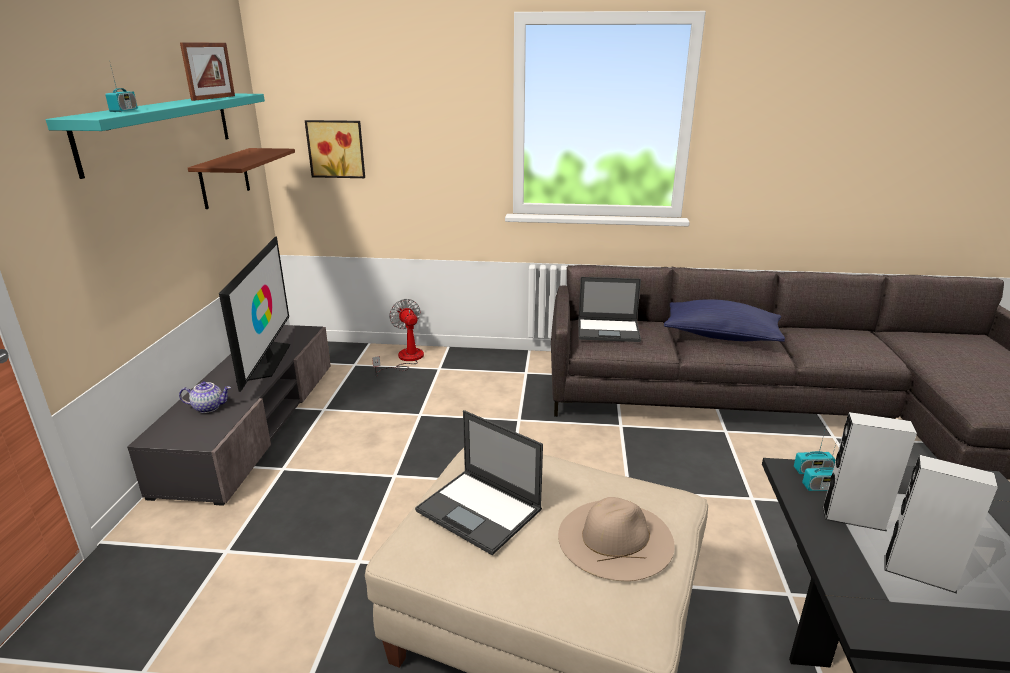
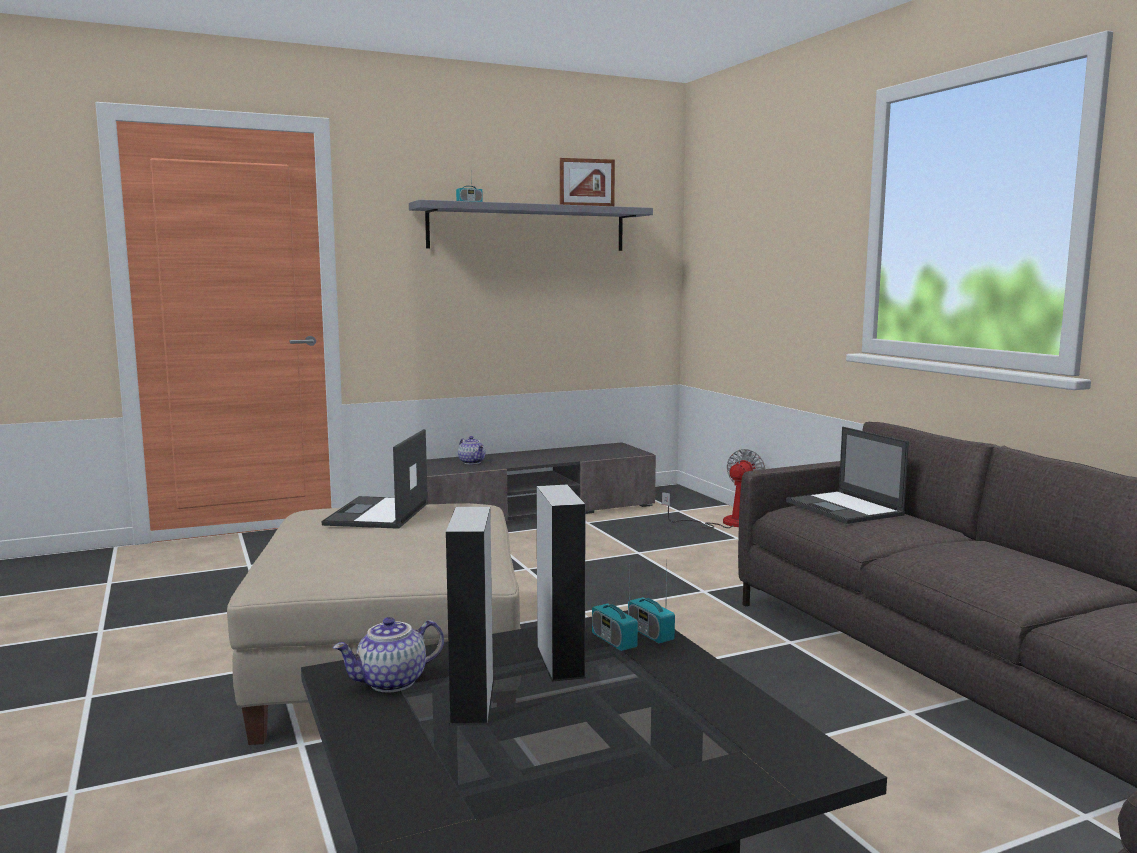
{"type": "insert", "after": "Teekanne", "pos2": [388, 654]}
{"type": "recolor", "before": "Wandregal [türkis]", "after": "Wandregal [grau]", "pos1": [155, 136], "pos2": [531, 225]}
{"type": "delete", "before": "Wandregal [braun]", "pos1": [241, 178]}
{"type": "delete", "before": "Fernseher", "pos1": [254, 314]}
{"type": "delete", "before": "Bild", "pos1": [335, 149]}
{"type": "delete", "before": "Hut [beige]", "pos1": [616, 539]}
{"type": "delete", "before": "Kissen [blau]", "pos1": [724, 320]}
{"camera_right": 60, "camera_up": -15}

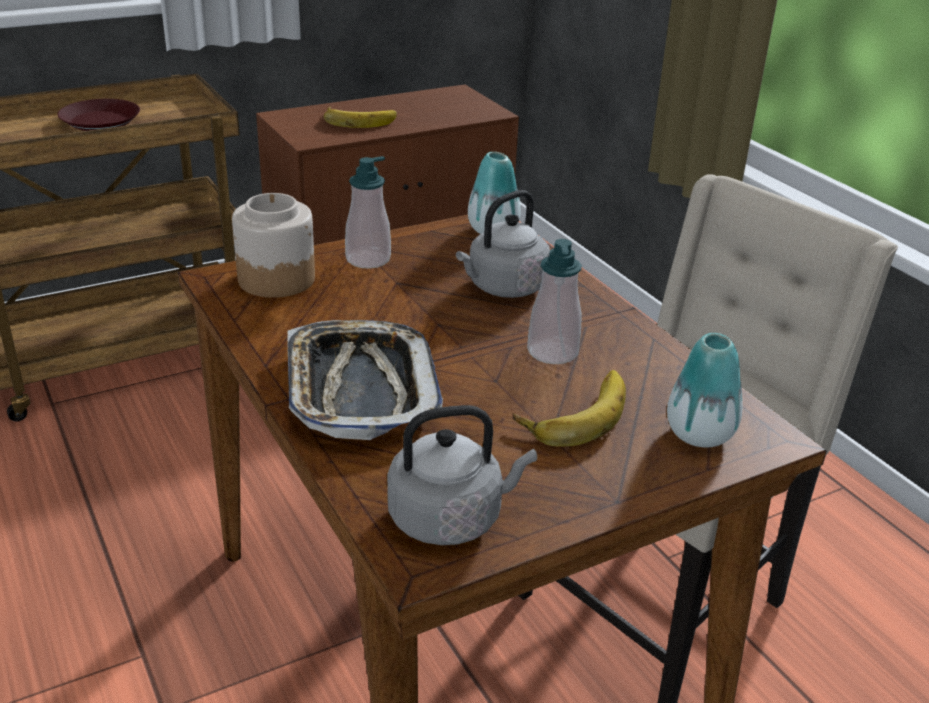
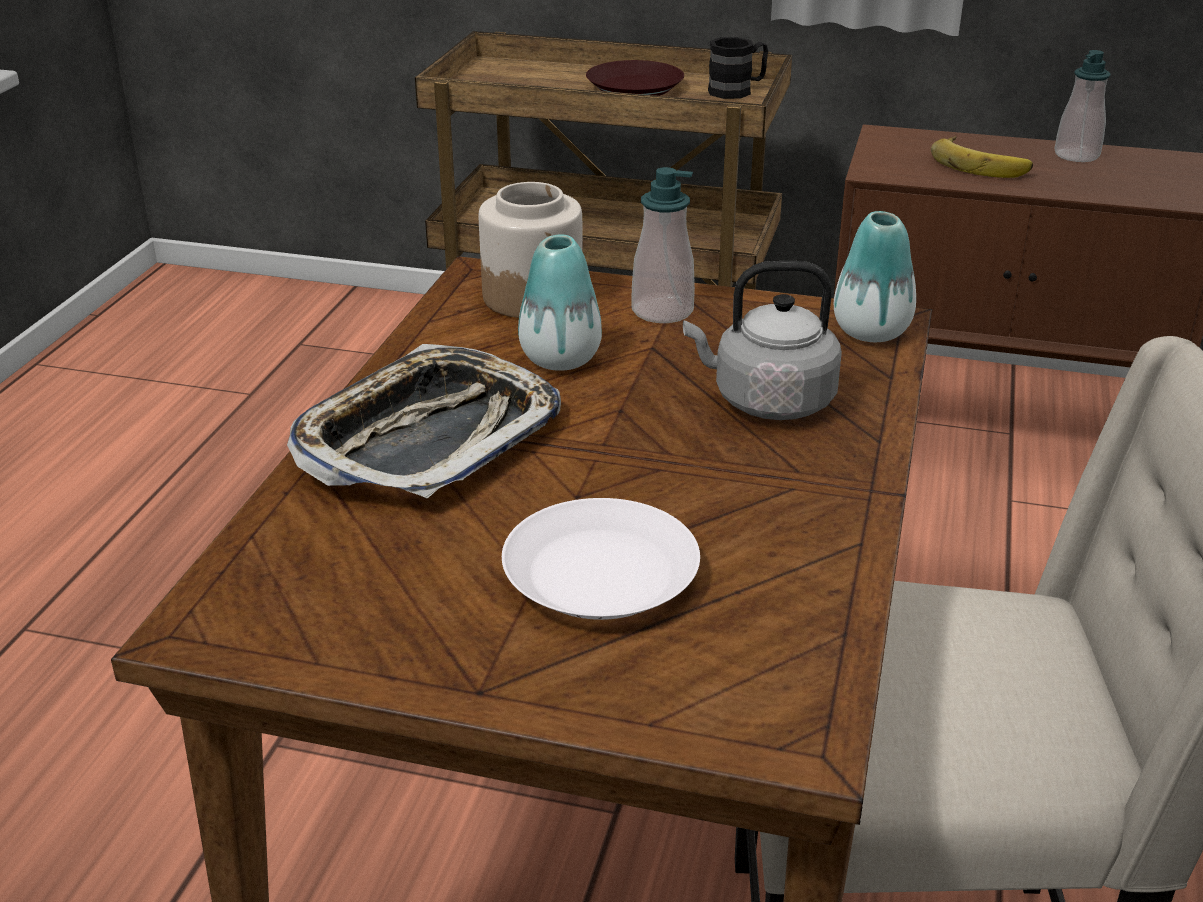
{"type": "replace", "before": "Banane", "after": "Teller [weiß]", "pos1": [569, 408], "pos2": [601, 559]}
{"type": "move", "before": "Vase", "pos1": [705, 390], "pos2": [560, 302]}
{"type": "insert", "after": "Henkelbecher [schwarz]", "pos2": [738, 68]}
{"type": "move", "before": "Seifenspender", "pos1": [554, 301], "pos2": [1083, 106]}
{"type": "delete", "before": "Wasserkessel [grau]", "pos1": [462, 475]}
{"camera_right": 45, "camera_up": 0}

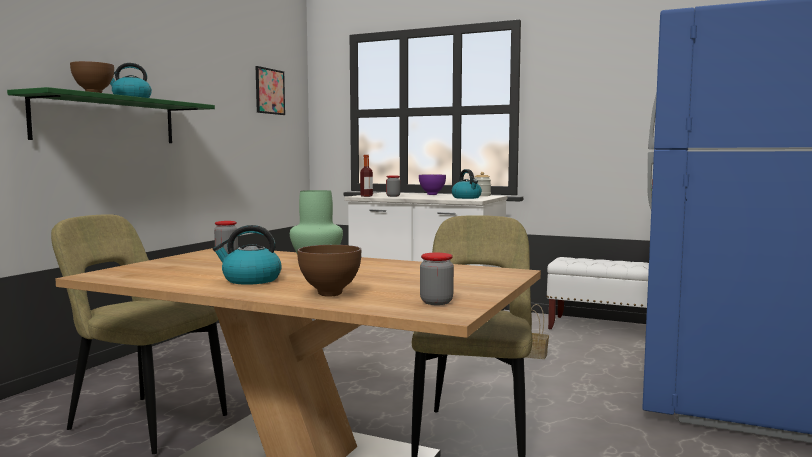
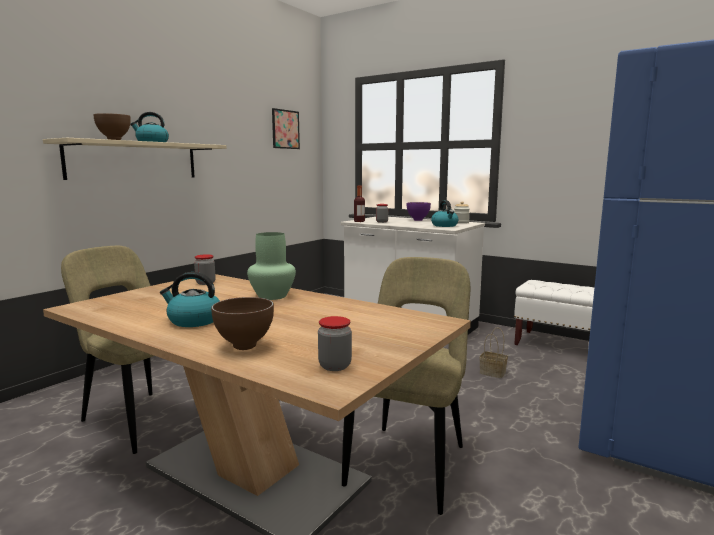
{"type": "recolor", "before": "Wandregal [grün]", "after": "Wandregal [beige]", "pos1": [111, 115], "pos2": [134, 159]}
{"camera_right": 10, "camera_up": 5}

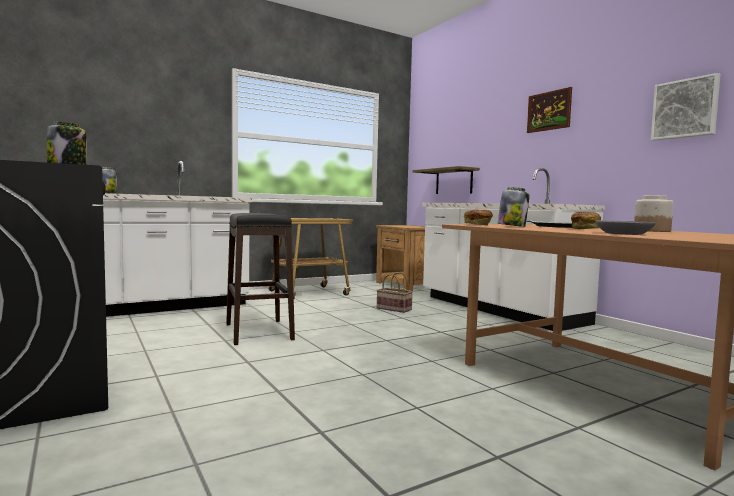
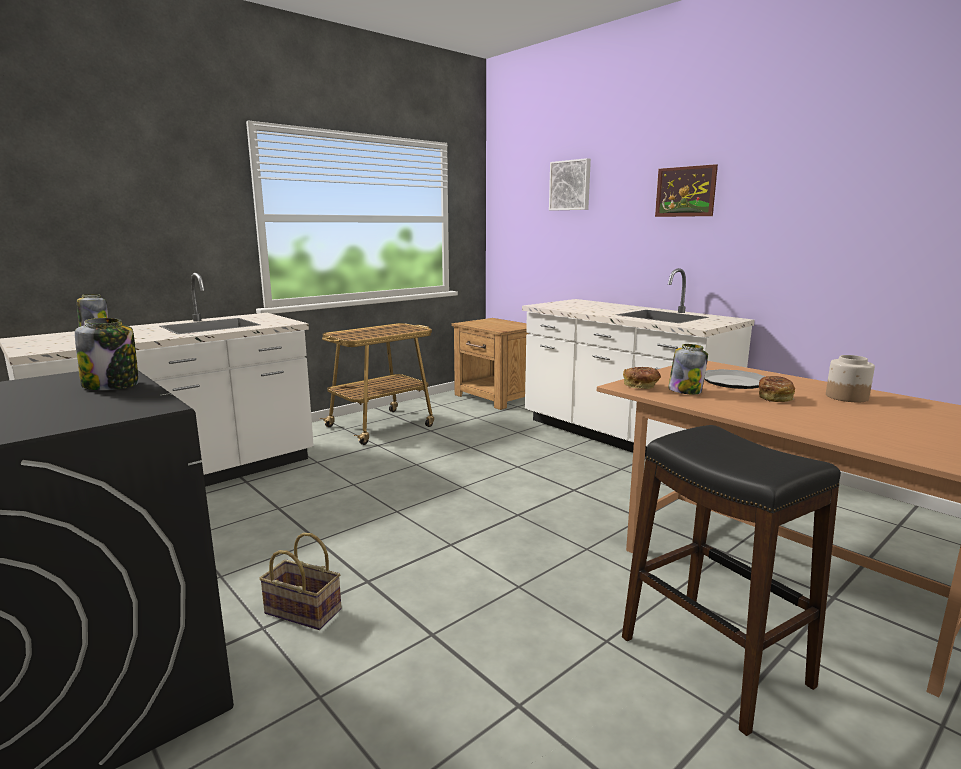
{"type": "move", "before": "Korb", "pos1": [395, 292], "pos2": [300, 581]}
{"type": "move", "before": "Bild", "pos1": [686, 107], "pos2": [570, 184]}
{"type": "move", "before": "Hocker [schwarz]", "pos1": [260, 279], "pos2": [731, 580]}
{"type": "delete", "before": "Wandregal", "pos1": [446, 180]}
{"type": "delete", "before": "Schüssel [grau]", "pos1": [625, 227]}
{"camera_right": -10, "camera_up": 10}

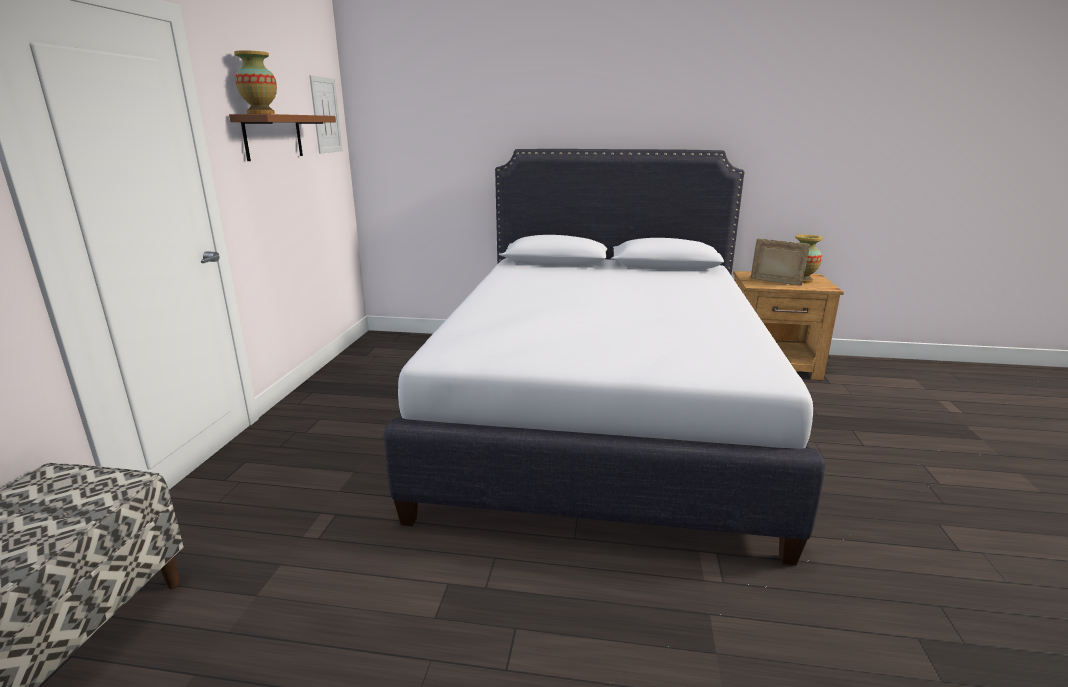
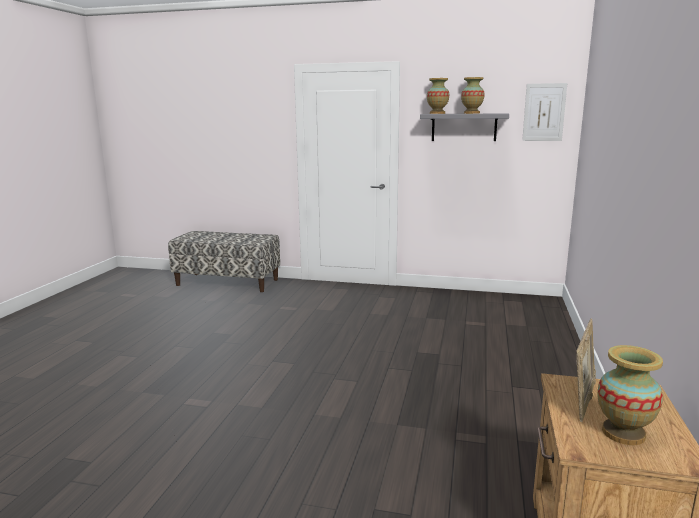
{"type": "recolor", "before": "Wandregal [braun]", "after": "Wandregal [grau]", "pos1": [282, 137], "pos2": [464, 127]}
{"type": "insert", "after": "Vase", "pos2": [473, 95]}
{"type": "delete", "before": "Bett [weiß]", "pos1": [605, 357]}
{"camera_right": 95, "camera_up": -5}

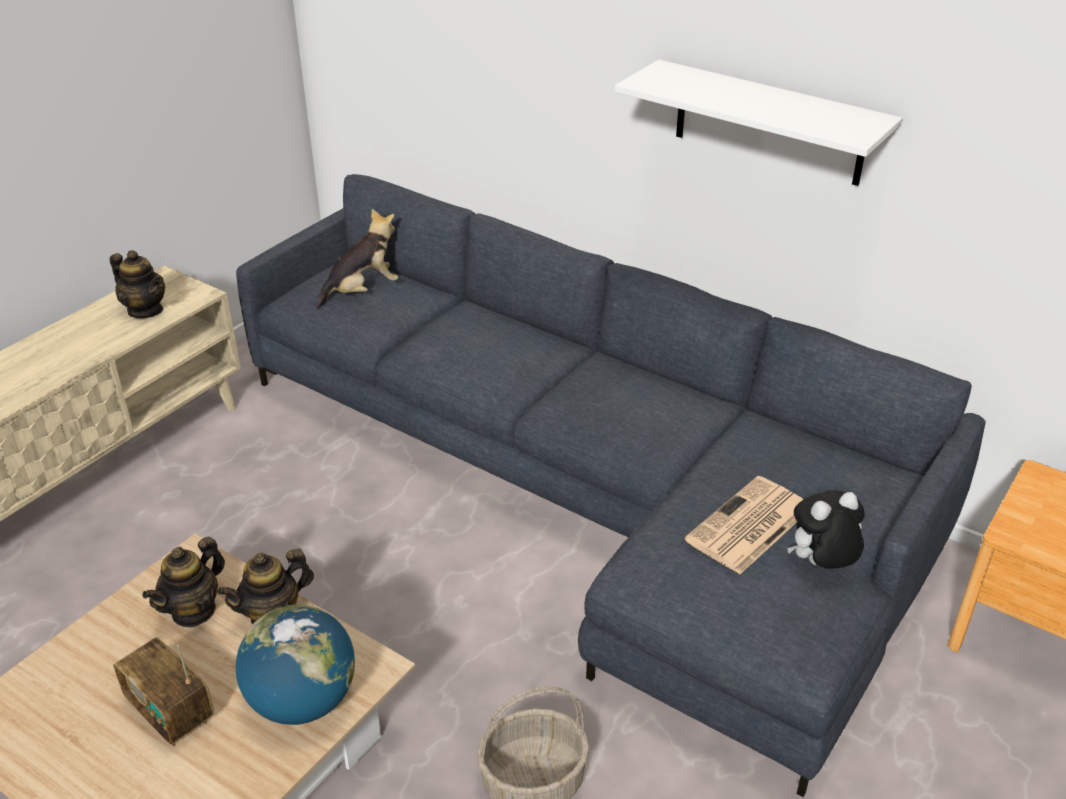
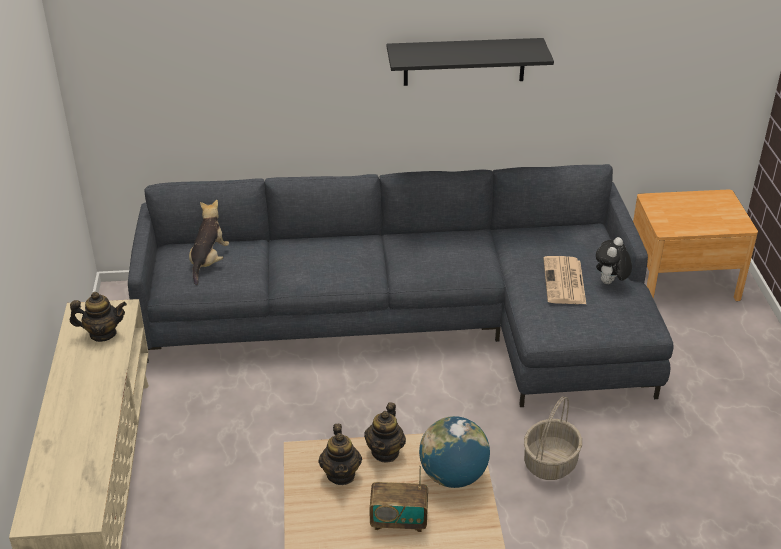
{"type": "recolor", "before": "Wandregal [weiß]", "after": "Wandregal [schwarz]", "pos1": [758, 123], "pos2": [470, 62]}
{"camera_right": -40, "camera_up": 0}

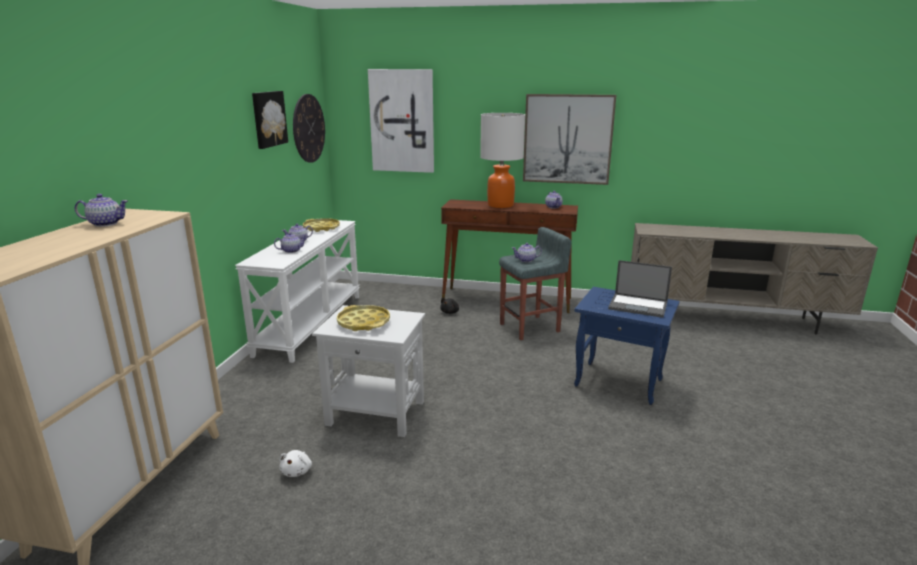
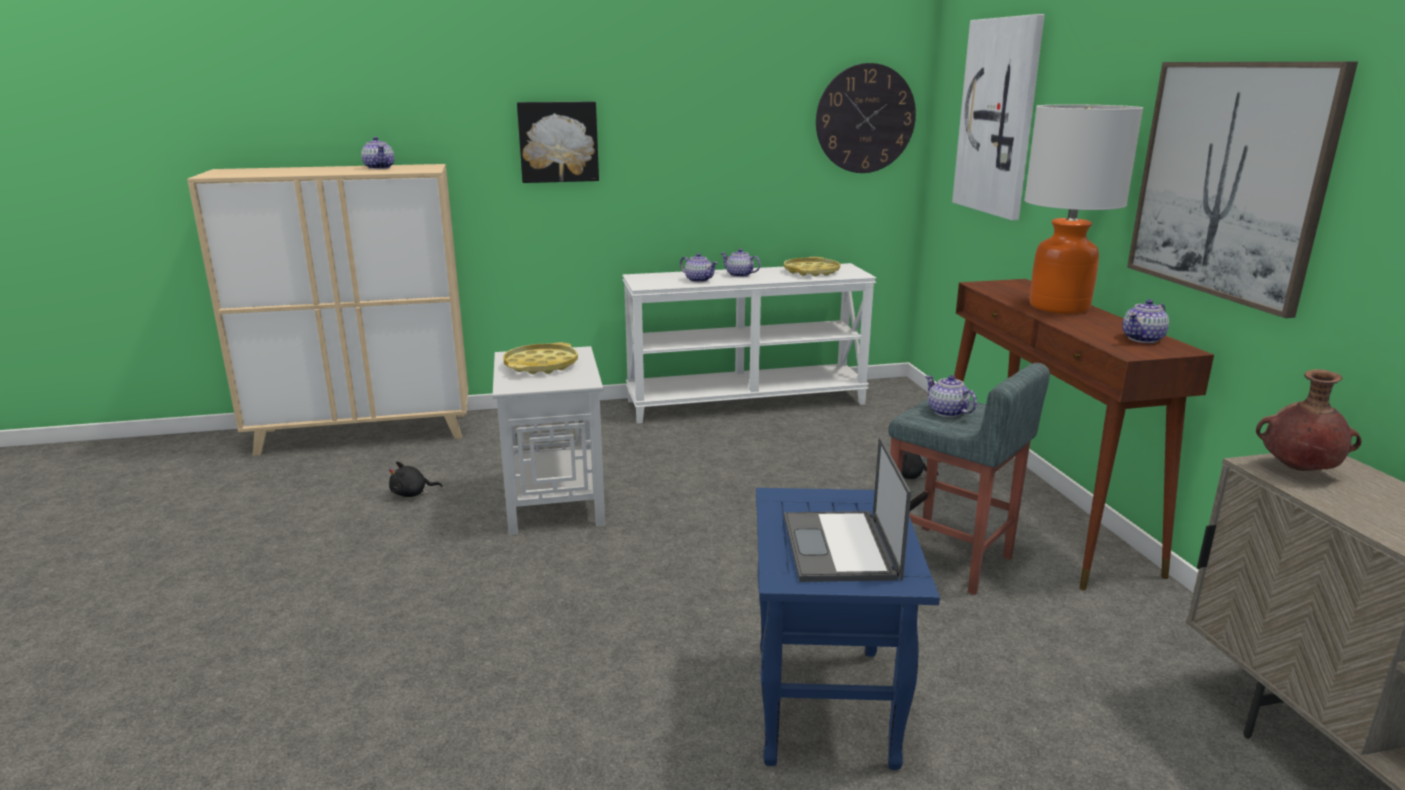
{"type": "recolor", "before": "Plüschtier [weiß]", "after": "Plüschtier [schwarz]", "pos1": [295, 463], "pos2": [415, 479]}
{"type": "move", "before": "Bild", "pos1": [270, 120], "pos2": [558, 142]}
{"type": "insert", "after": "Vase [braun]", "pos2": [1308, 420]}
{"camera_right": 65, "camera_up": 0}

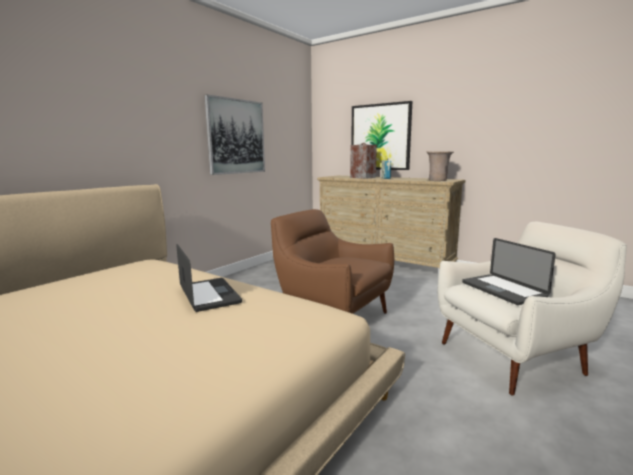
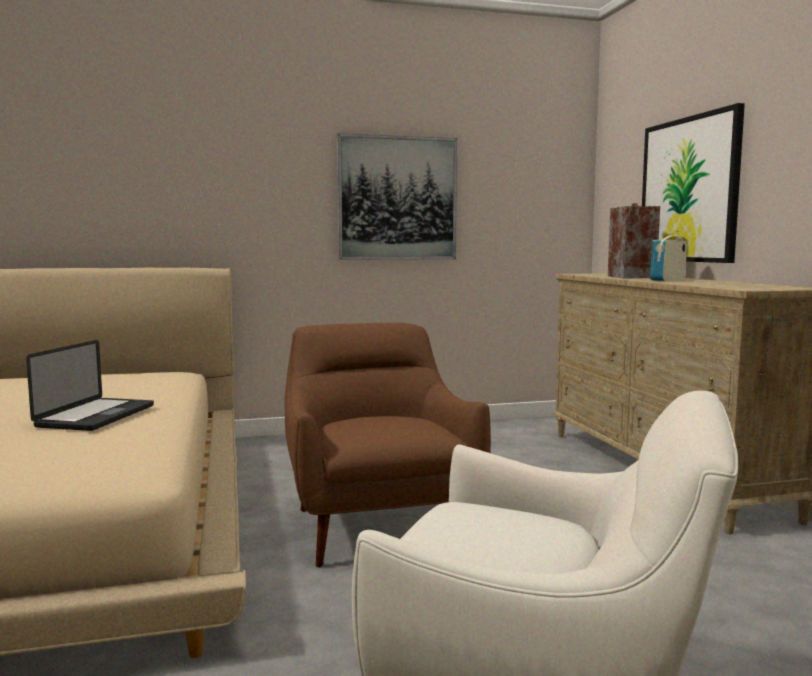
{"type": "delete", "before": "Vase [beige]", "pos1": [440, 166]}
{"type": "delete", "before": "Laptop", "pos1": [509, 271]}
{"camera_right": 40, "camera_up": -5}

